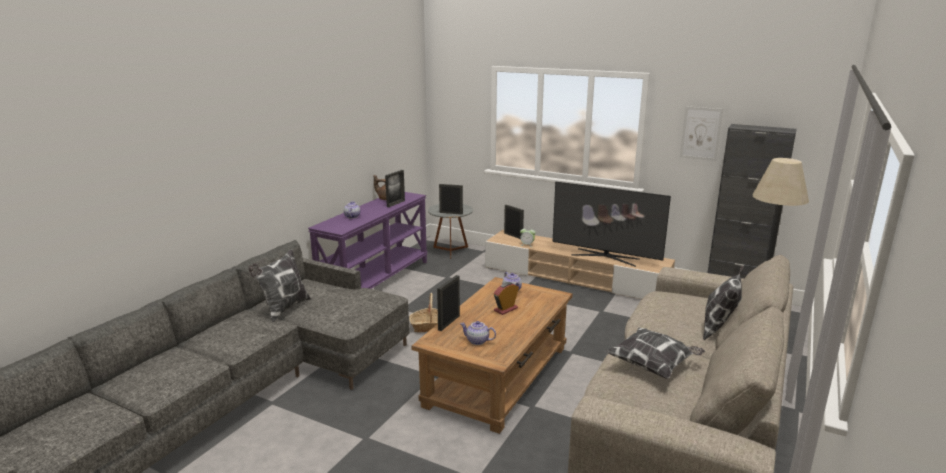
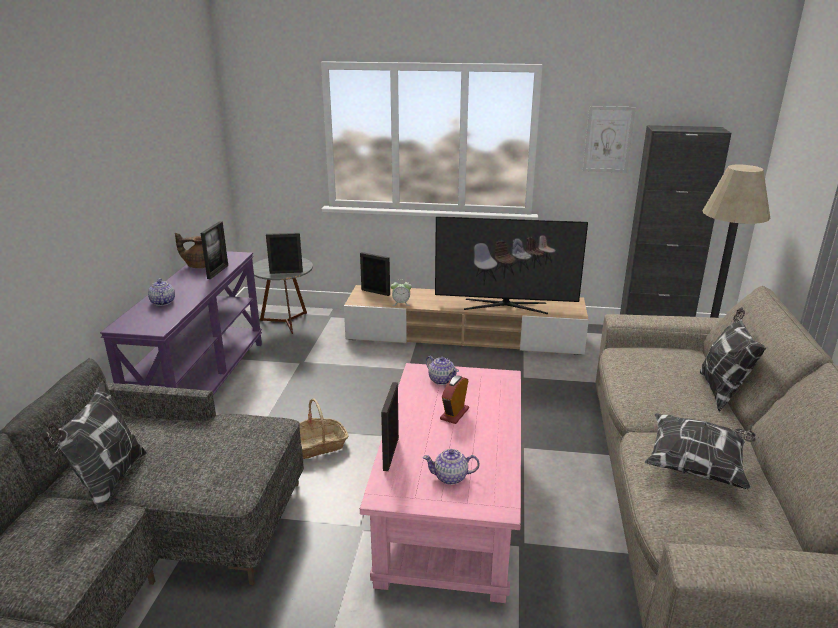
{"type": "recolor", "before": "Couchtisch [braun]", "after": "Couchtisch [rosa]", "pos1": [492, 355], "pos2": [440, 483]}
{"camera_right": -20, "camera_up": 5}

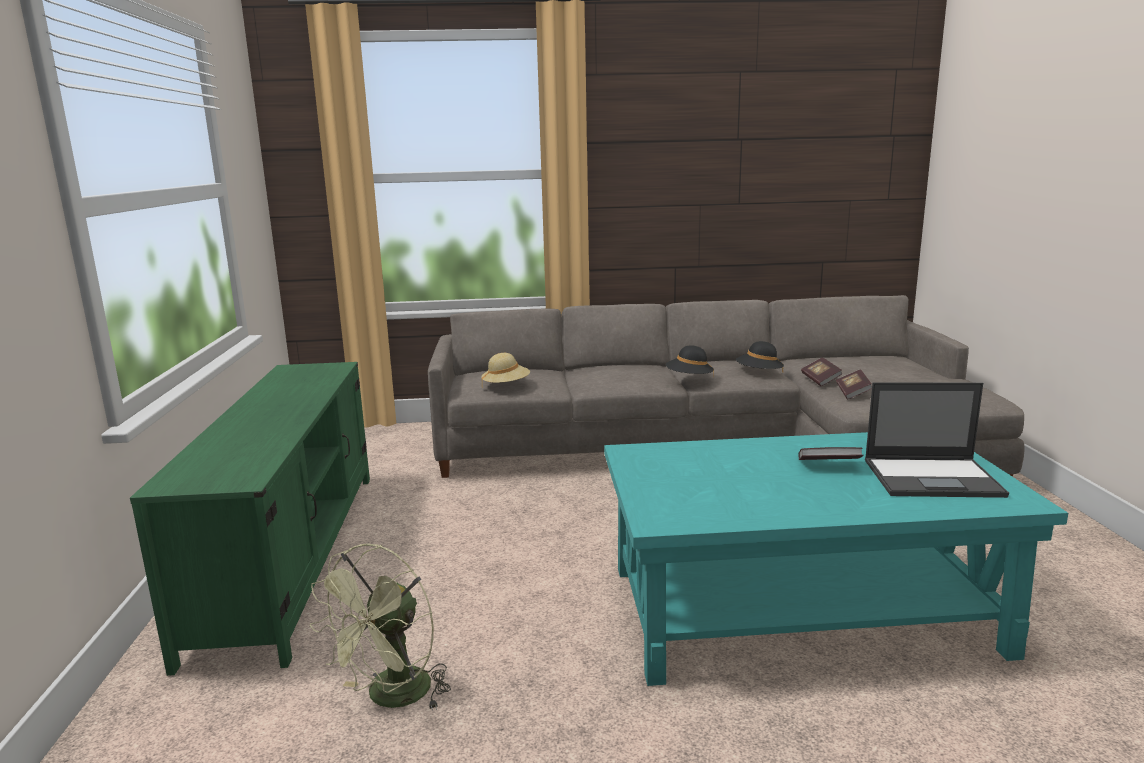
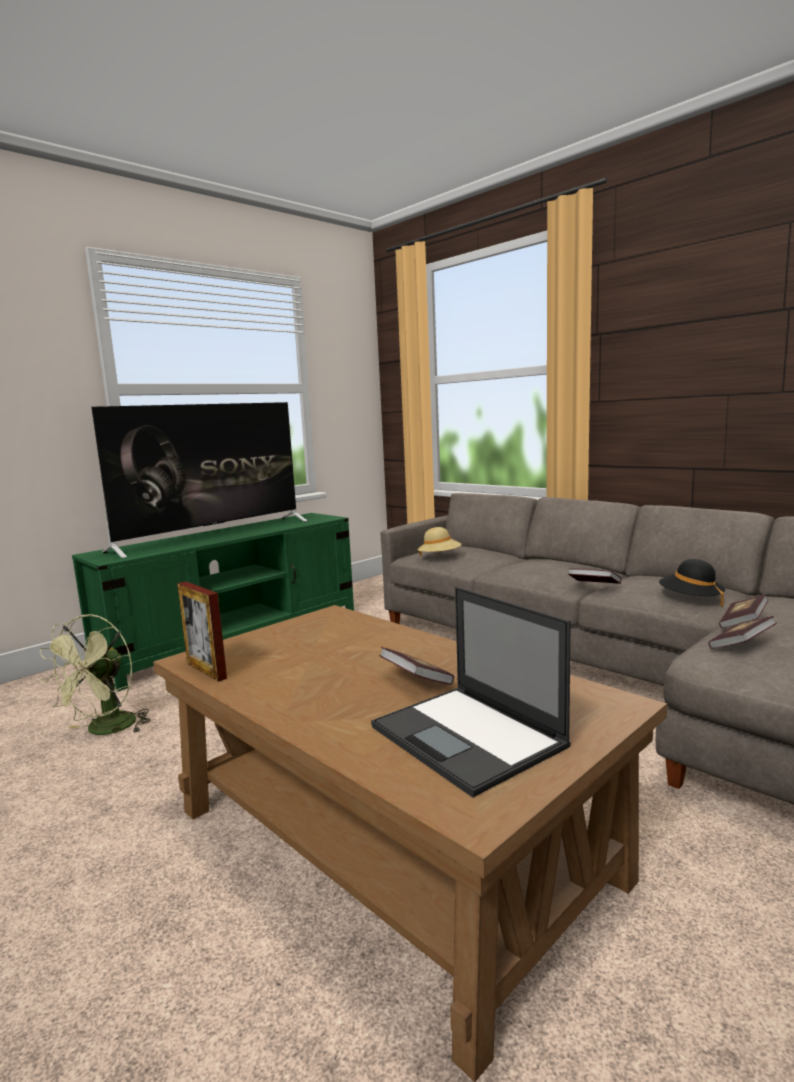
{"type": "rotate", "before": "Ventilator [grün]", "pos1": [380, 627], "pos2": [95, 674], "turn": -60}
{"type": "insert", "after": "Fernseher", "pos2": [200, 480]}
{"type": "recolor", "before": "Couchtisch [türkis]", "after": "Couchtisch [braun]", "pos1": [836, 559], "pos2": [410, 843]}
{"type": "insert", "after": "Bilderrahmen", "pos2": [202, 632]}
{"type": "replace", "before": "Hut [schwarz]", "after": "Buch", "pos1": [690, 361], "pos2": [595, 576]}
{"camera_right": 50, "camera_up": -5}

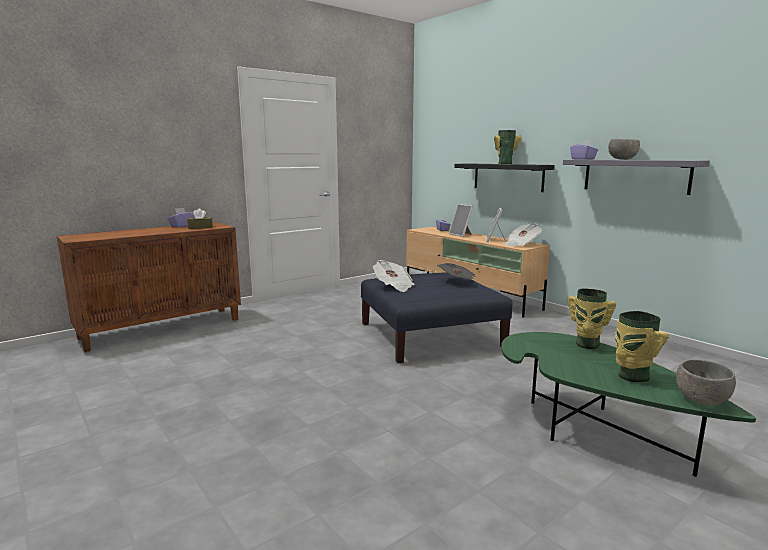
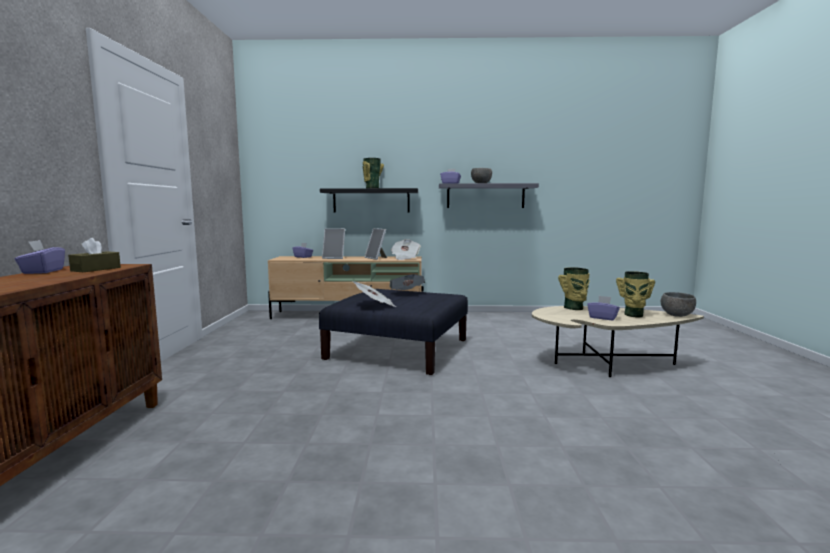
{"type": "recolor", "before": "Couchtisch [grün]", "after": "Couchtisch [beige]", "pos1": [628, 404], "pos2": [618, 341]}
{"type": "insert", "after": "Taschentuchbox [lila]", "pos2": [603, 308]}
{"camera_right": -50, "camera_up": -5}

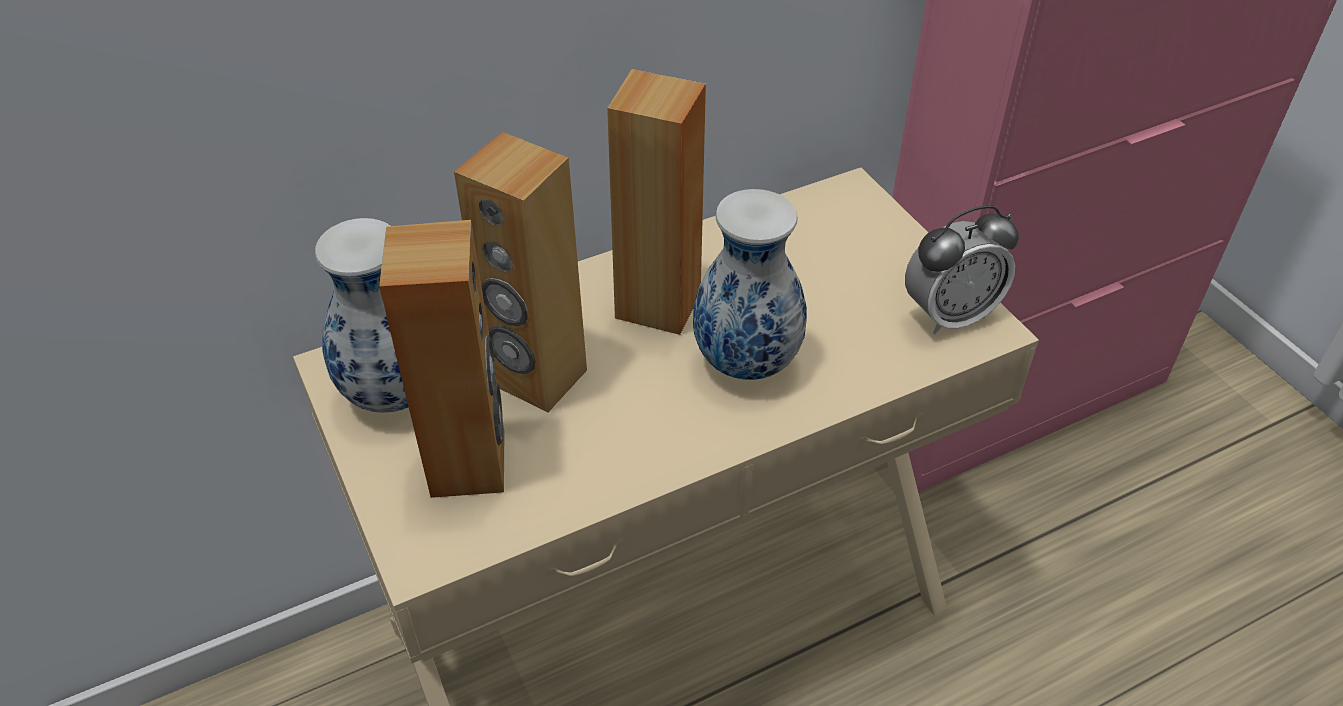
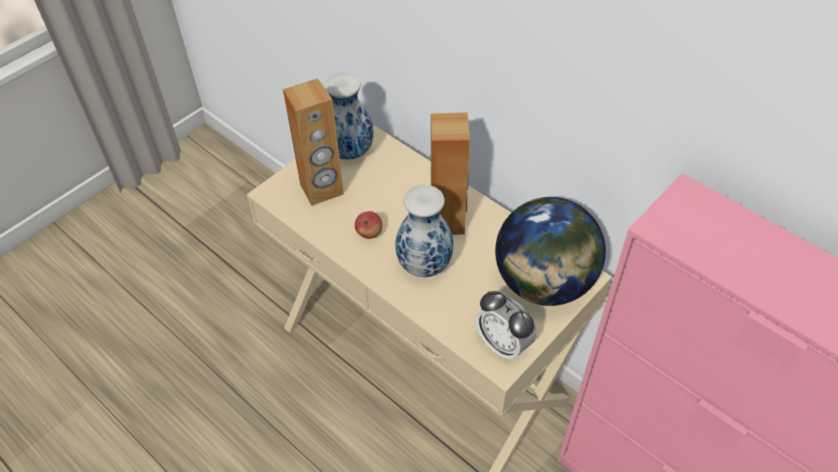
{"type": "insert", "after": "Apfel", "pos2": [368, 225]}
{"type": "insert", "after": "Globus", "pos2": [550, 251]}
{"type": "delete", "before": "Lautsprecher [braun]", "pos1": [520, 272]}
{"camera_right": 70, "camera_up": 5}

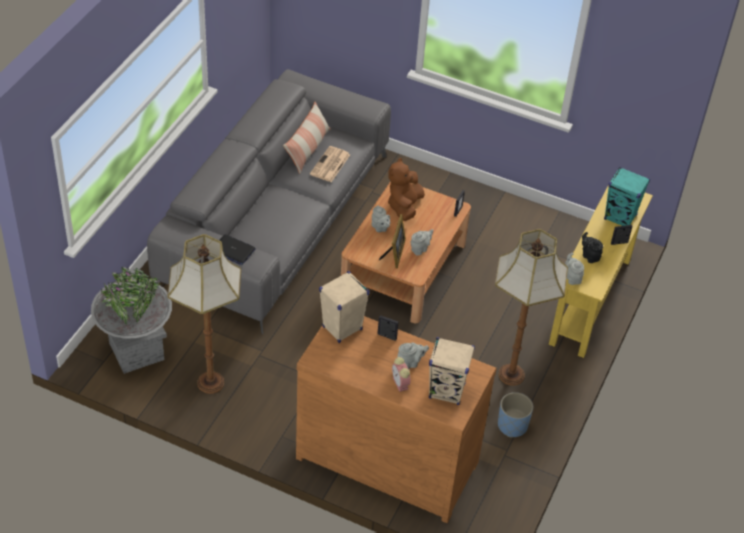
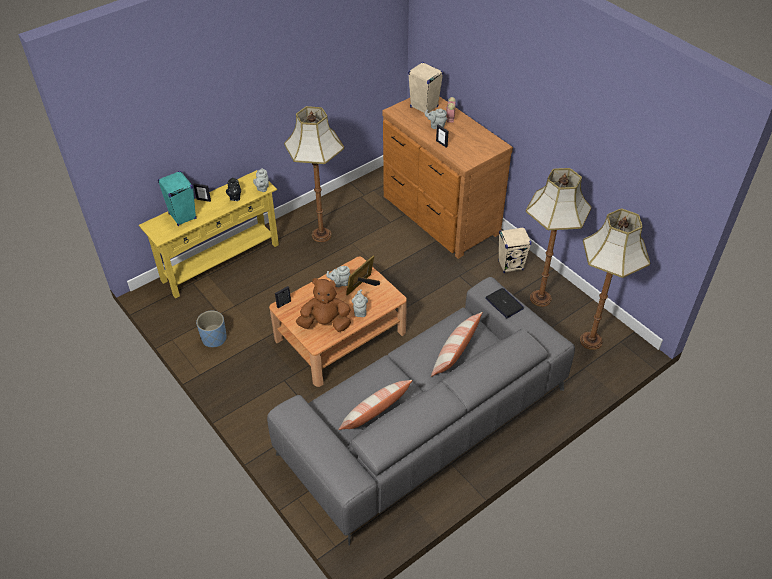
{"type": "move", "before": "Pflanzkübel [blau]", "pos1": [515, 414], "pos2": [211, 329]}
{"type": "rotate", "before": "Plüschtier [braun]", "pos1": [406, 189], "pos2": [323, 305], "turn": -135}
{"type": "insert", "after": "Kissen", "pos2": [456, 344]}
{"type": "move", "before": "Lautsprecher [beige]", "pos1": [344, 307], "pos2": [515, 250]}
{"type": "replace", "before": "Pflanzkübel [grau]", "after": "Stehlampe", "pos1": [131, 320], "pos2": [615, 279]}
{"type": "delete", "before": "Zeitung", "pos1": [330, 164]}
{"camera_right": -150, "camera_up": 0}

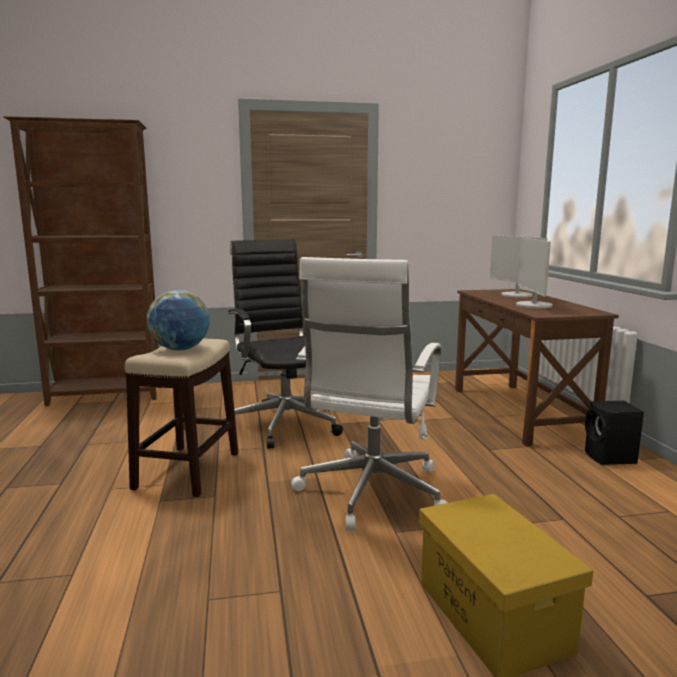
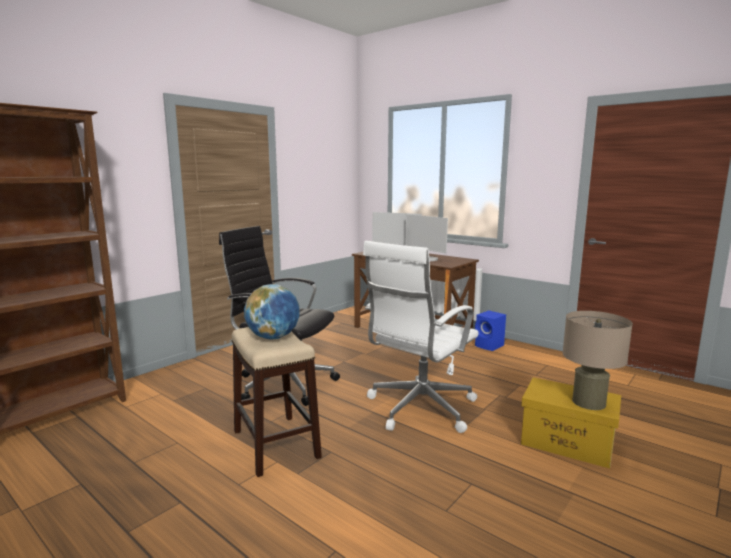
{"type": "rotate", "before": "Bürostuhl [weiß]", "pos1": [369, 394], "pos2": [421, 337], "turn": 60}
{"type": "recolor", "before": "Lautsprecher [schwarz]", "after": "Lautsprecher [blau]", "pos1": [614, 433], "pos2": [490, 330]}
{"type": "insert", "after": "Tischlampe [beige]", "pos2": [597, 360]}
{"camera_right": -40, "camera_up": 0}

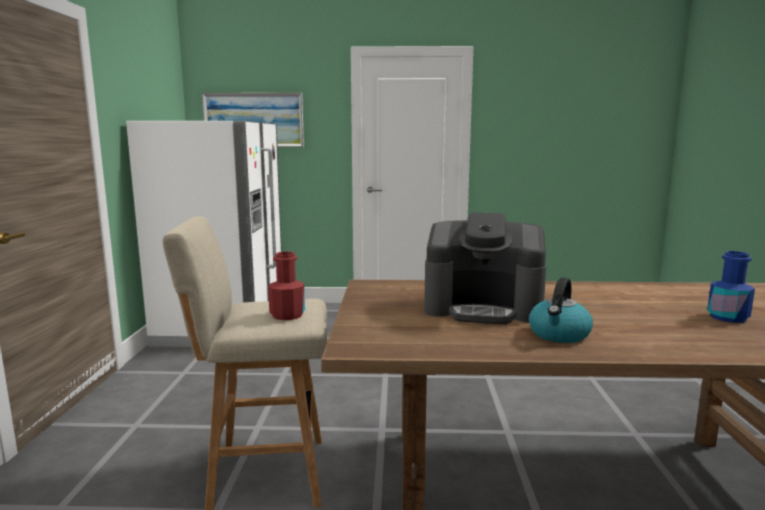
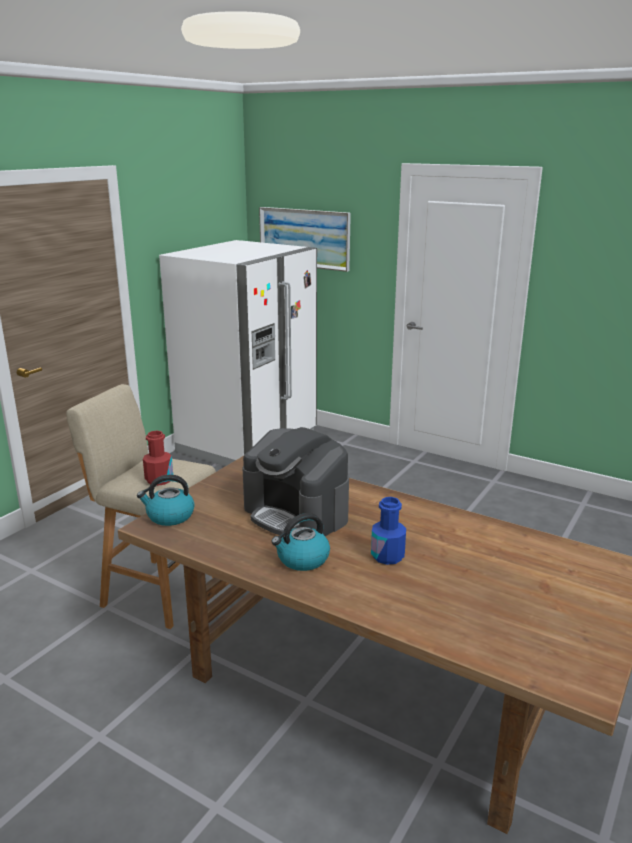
{"type": "insert", "after": "Wasserkessel", "pos2": [166, 500]}
{"type": "move", "before": "Flasche [blau]", "pos1": [731, 287], "pos2": [388, 531]}
{"camera_right": 30, "camera_up": 10}

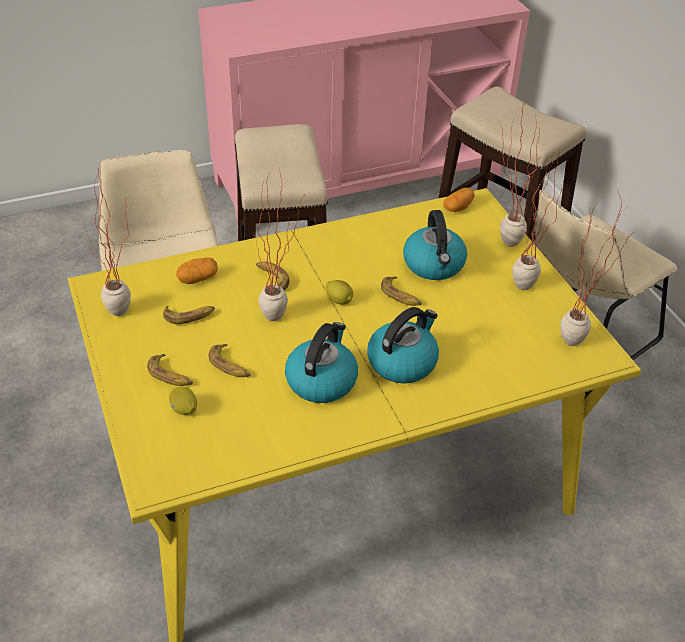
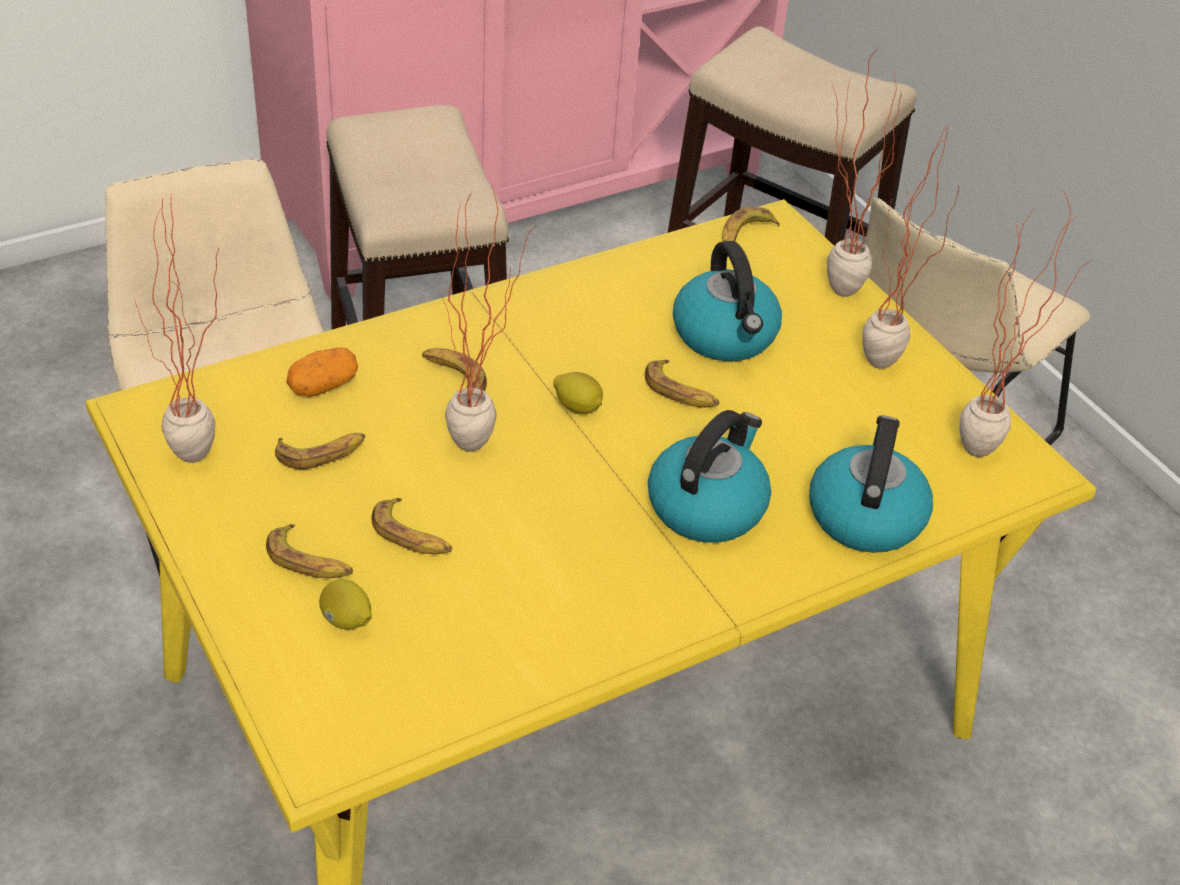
{"type": "replace", "before": "Kartoffel", "after": "Banane", "pos1": [458, 200], "pos2": [751, 224]}
{"type": "move", "before": "Wasserkessel", "pos1": [321, 362], "pos2": [871, 484]}
{"camera_right": -10, "camera_up": 0}

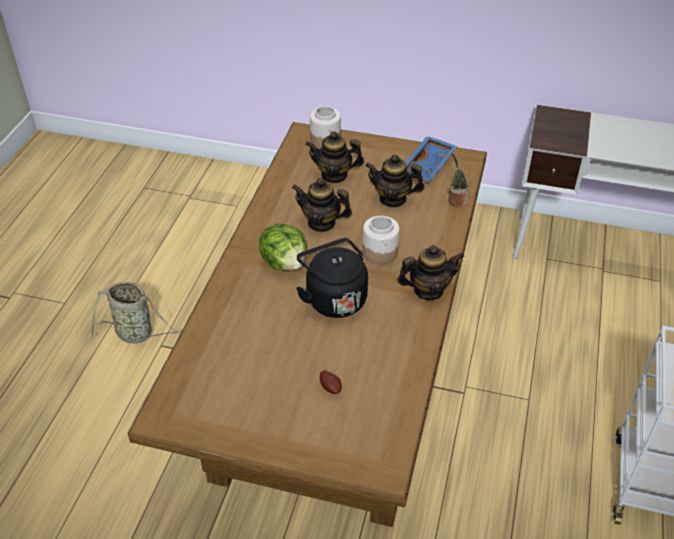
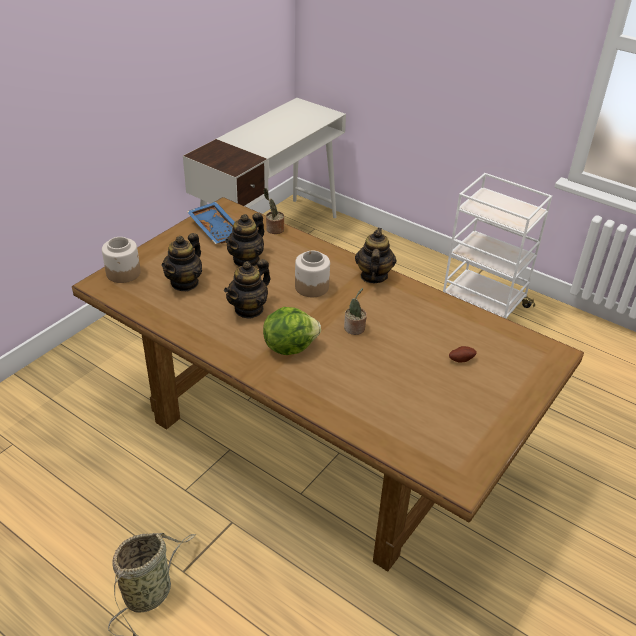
{"type": "replace", "before": "Wasserkessel [schwarz]", "after": "Topfpflanze", "pos1": [332, 278], "pos2": [355, 311]}
{"camera_right": -70, "camera_up": -5}

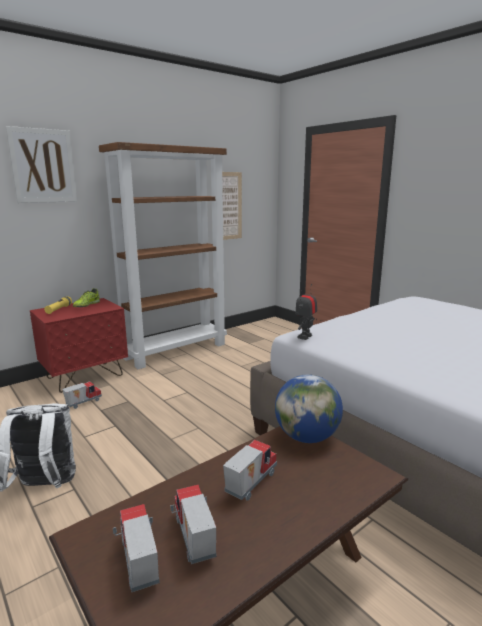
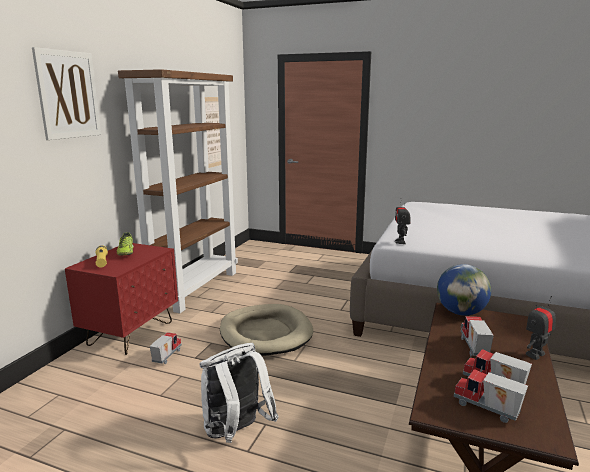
{"type": "insert", "after": "Hundebett [beige]", "pos2": [266, 330]}
{"type": "insert", "after": "Spielzeugroboter", "pos2": [541, 328]}
{"camera_right": -30, "camera_up": 0}

